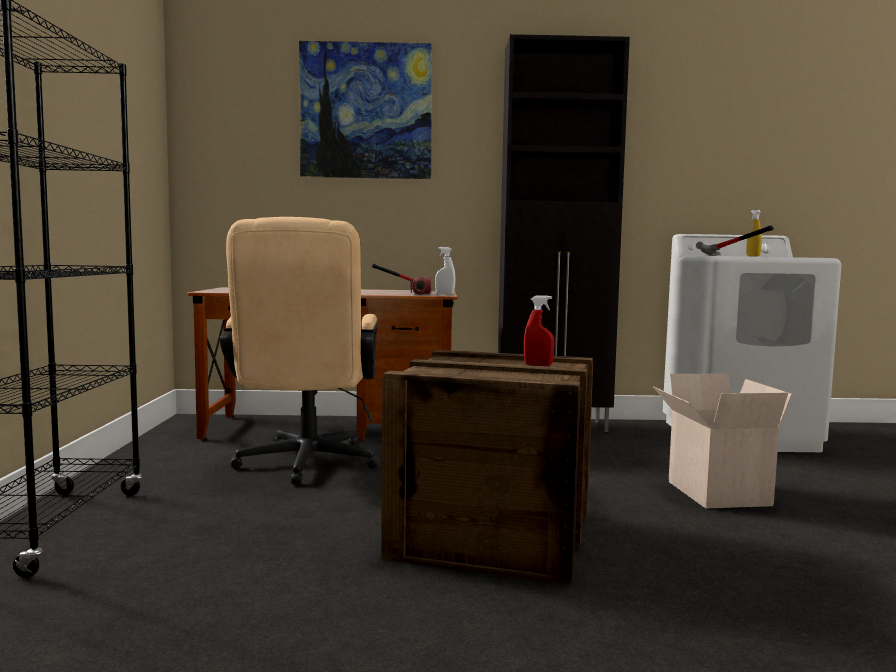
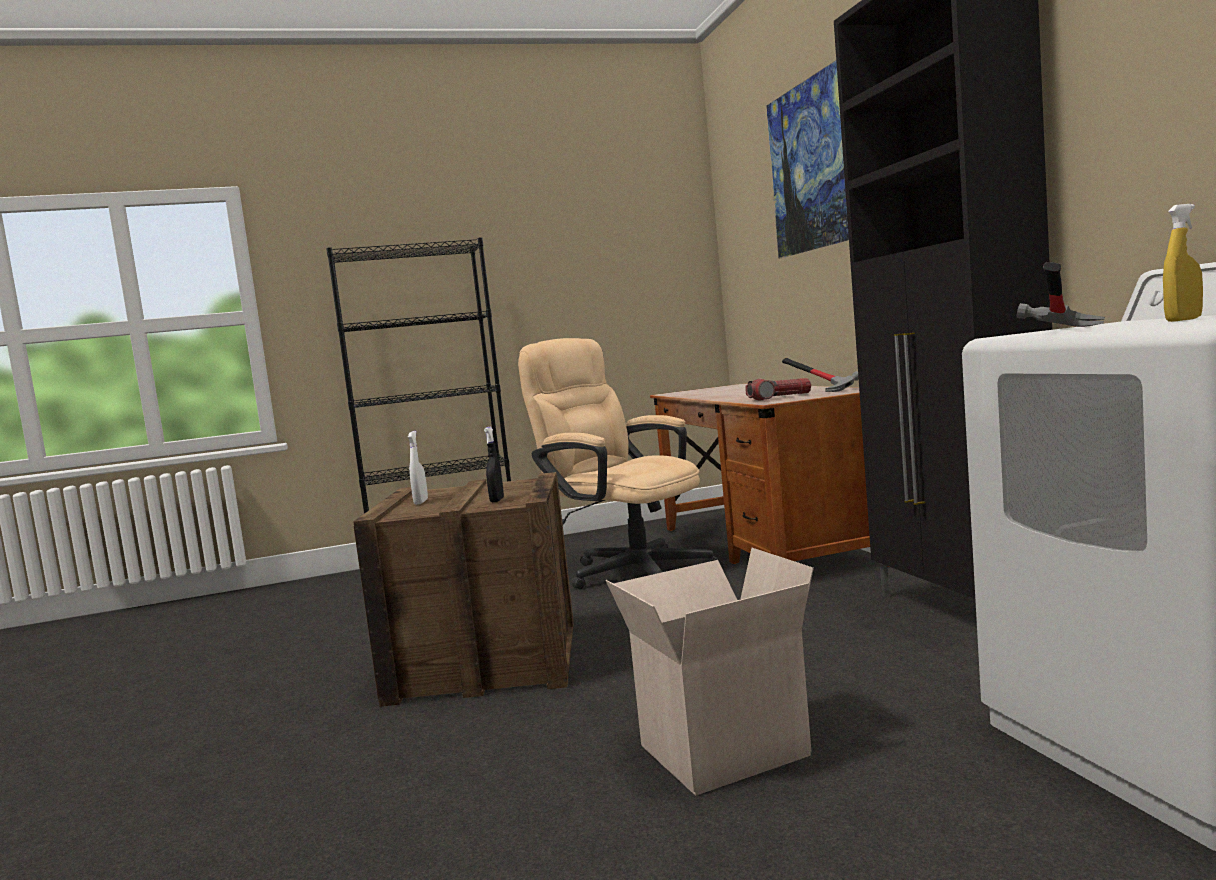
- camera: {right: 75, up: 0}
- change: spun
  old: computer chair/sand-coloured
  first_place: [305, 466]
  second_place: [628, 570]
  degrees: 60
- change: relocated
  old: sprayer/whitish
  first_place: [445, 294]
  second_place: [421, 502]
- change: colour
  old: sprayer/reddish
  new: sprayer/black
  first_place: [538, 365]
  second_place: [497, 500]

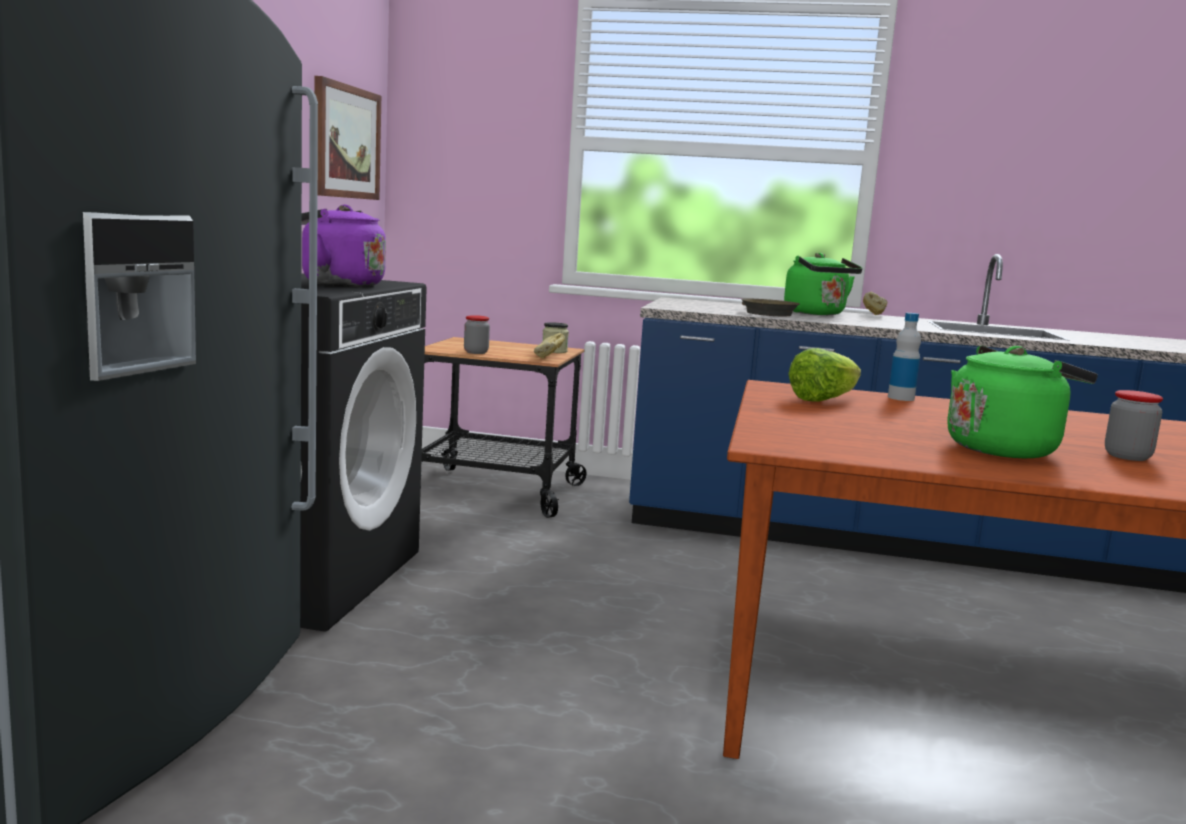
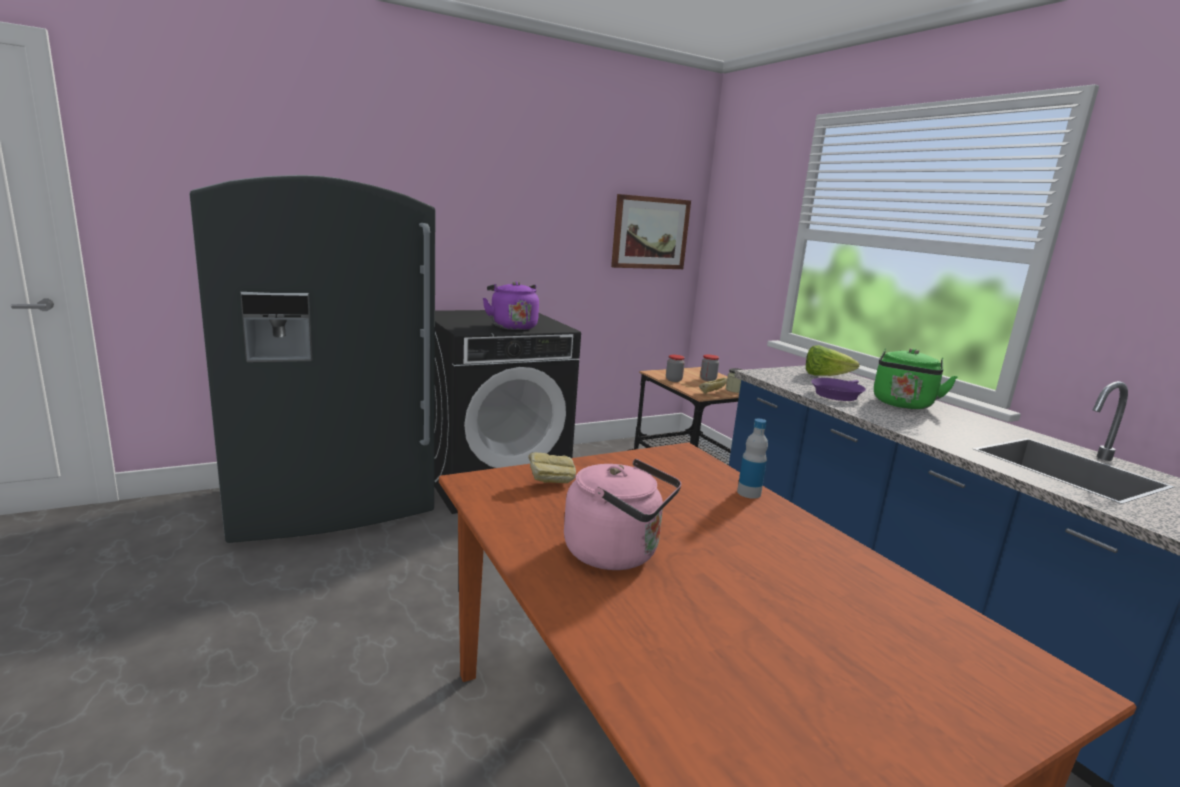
- camera: {right: 50, up: 5}
- change: colour
  old: frying pan/brown
  new: frying pan/purple-coloured
  first_place: [766, 313]
  second_place: [837, 394]
- change: relocated
  old: lettuce
  first_place: [823, 400]
  second_place: [825, 376]
- change: relocated
  old: bakery bread
  first_place: [873, 315]
  second_place: [550, 483]
- change: colour
  old: kettle/green-coloured
  new: kettle/pink-coloured
  first_place: [1005, 449]
  second_place: [617, 553]
- change: relocated
  old: jar
  first_place: [1127, 456]
  second_place: [708, 379]

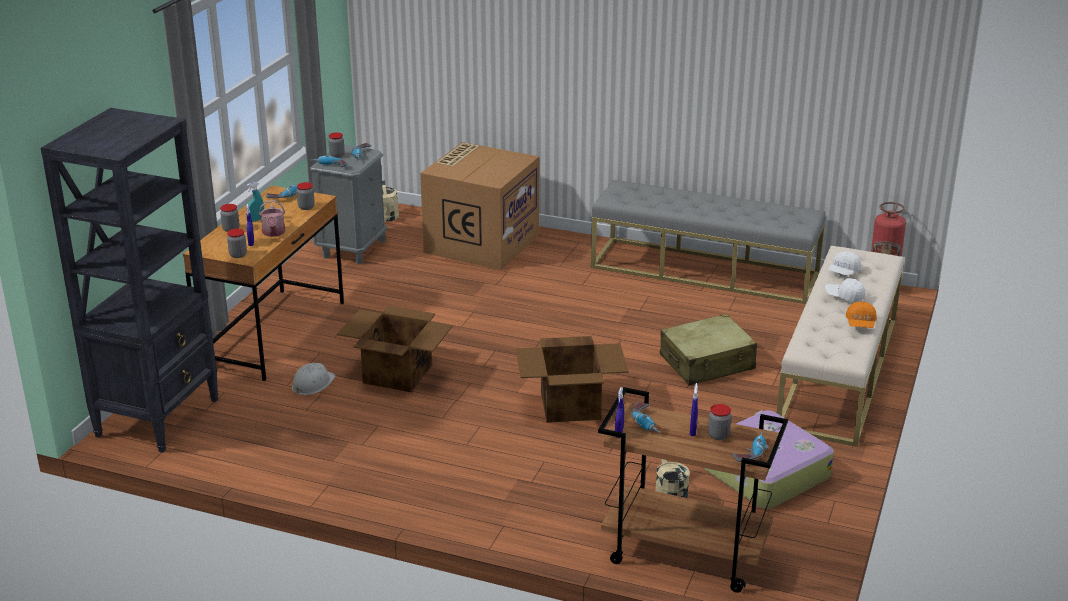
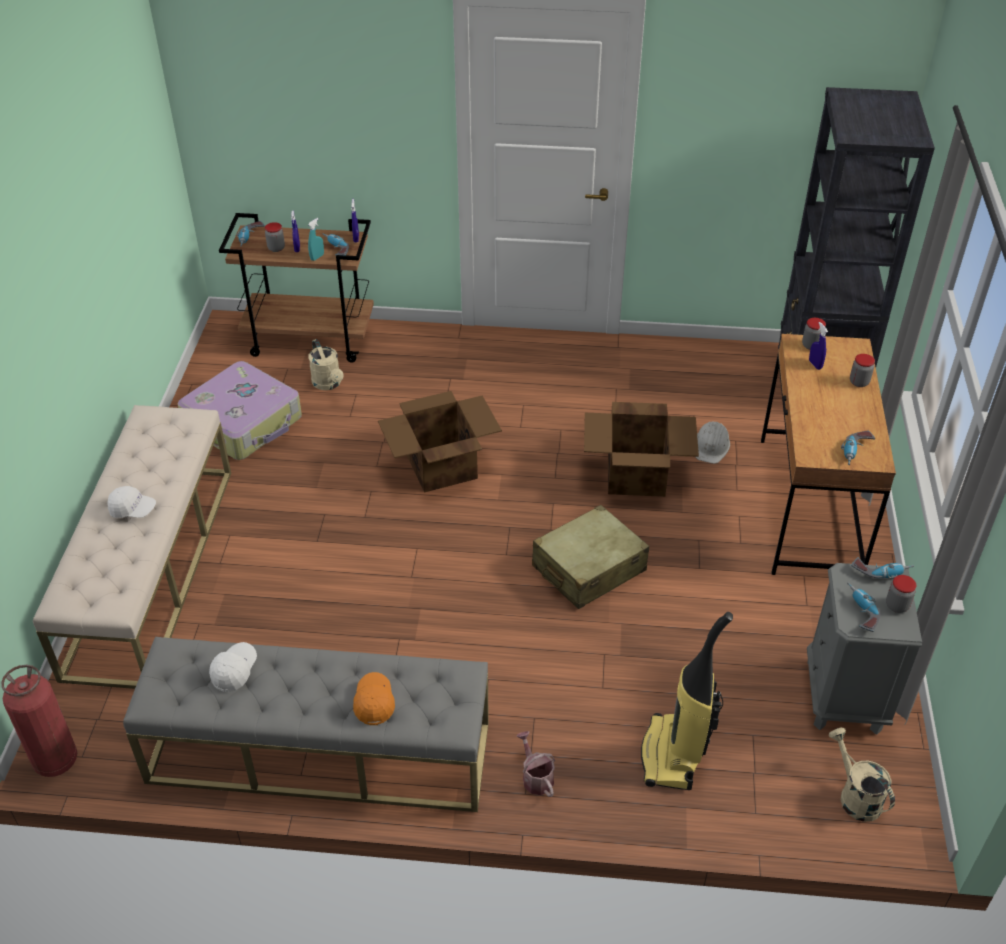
- camera: {right: 165, up: 15}
- change: relocated
  old: sprayer/blue-green
  first_place: [256, 220]
  second_place: [317, 257]
- change: relocated
  old: sprinkling can
  first_place: [273, 233]
  second_place: [536, 777]
- change: missing
  old: jar
  first_place: [306, 207]
- change: exchanged
  old: packing box
  new: vacuum
  first_place: [481, 242]
  second_place: [673, 755]
- change: relocated
  old: travel case/sand-coloured
  first_place: [707, 363]
  second_place: [588, 569]
- change: relocated
  old: peaked cap/whitish
  first_place: [843, 272]
  second_place: [234, 671]
- change: relocated
  old: peaked cap/orange
  first_place: [860, 324]
  second_place: [374, 702]

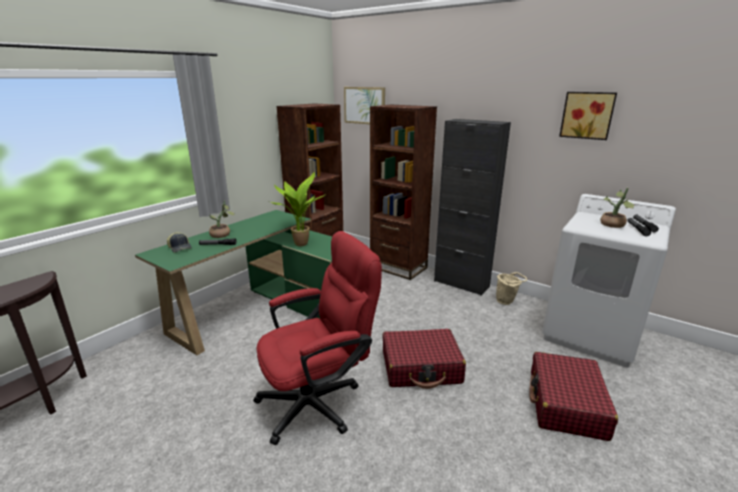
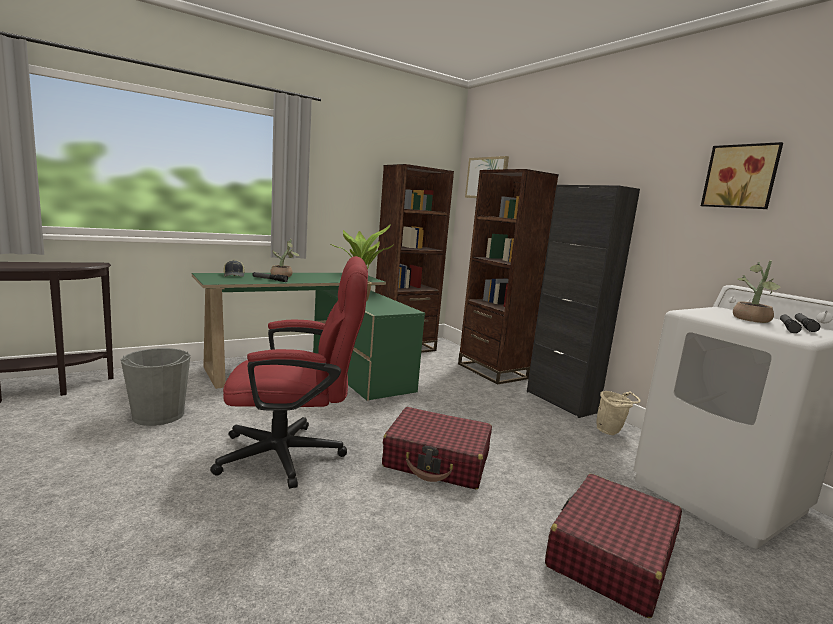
- camera: {right: 20, up: -10}
- change: appeared
  new: water bucket/grey
  second_place: [158, 415]

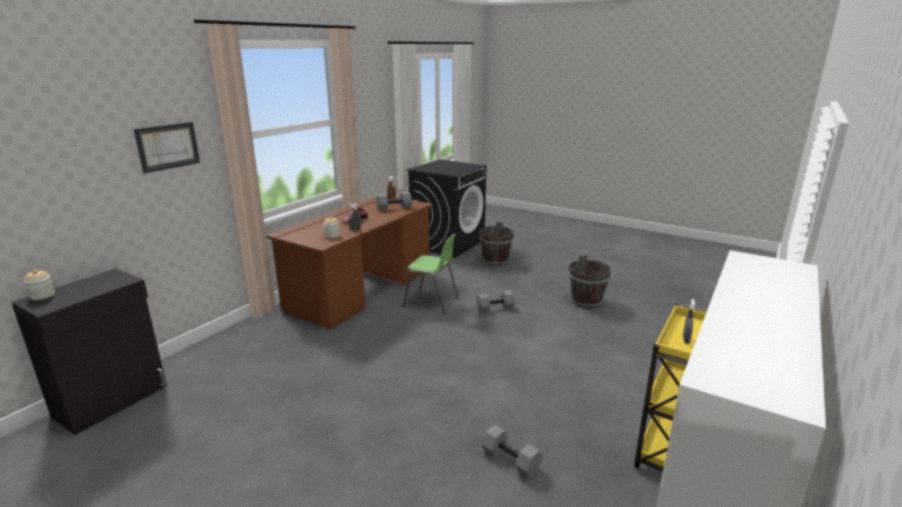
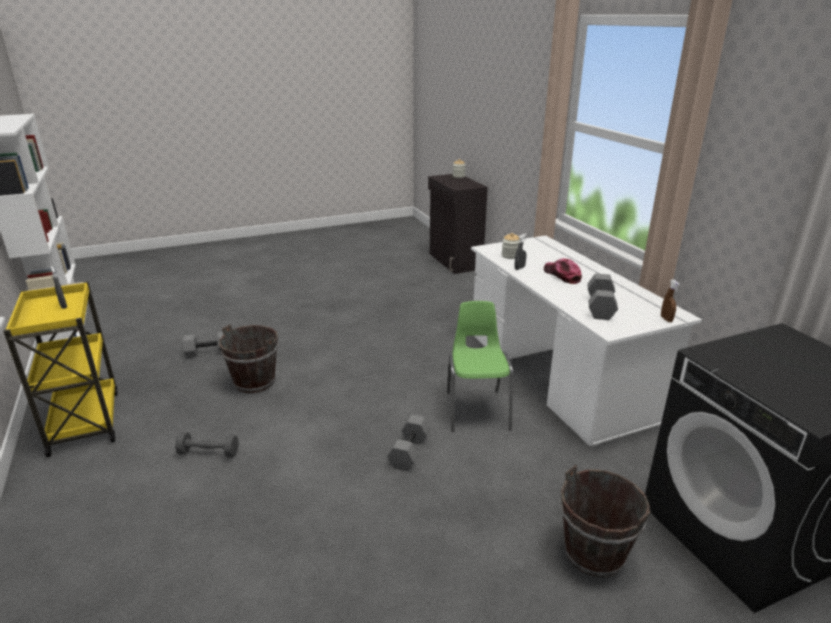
- camera: {right: 125, up: 5}
- change: missing
  old: picture
  first_place: [168, 146]
- change: colour
  old: desk unit/brown
  new: desk unit/whitish
  first_place: [361, 290]
  second_place: [559, 374]
- change: spun
  old: upright chair/green-coloured
  first_place: [432, 302]
  second_place: [477, 410]
  degrees: 120
- change: relocated
  old: water bucket/brown
  first_place: [586, 301]
  second_place: [255, 382]
- change: appeared
  new: dumbbell/grey
  second_place: [209, 453]

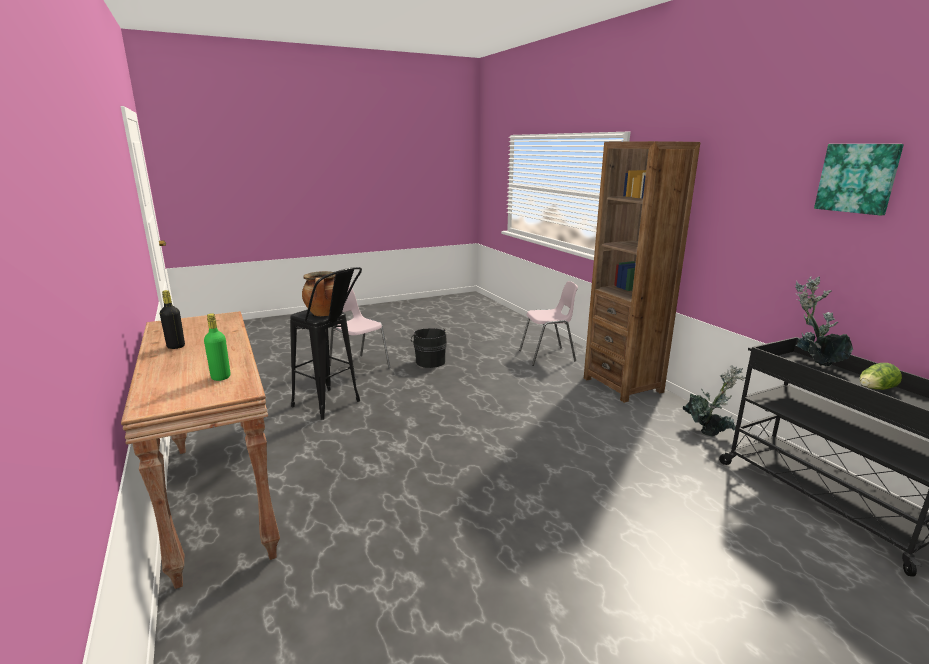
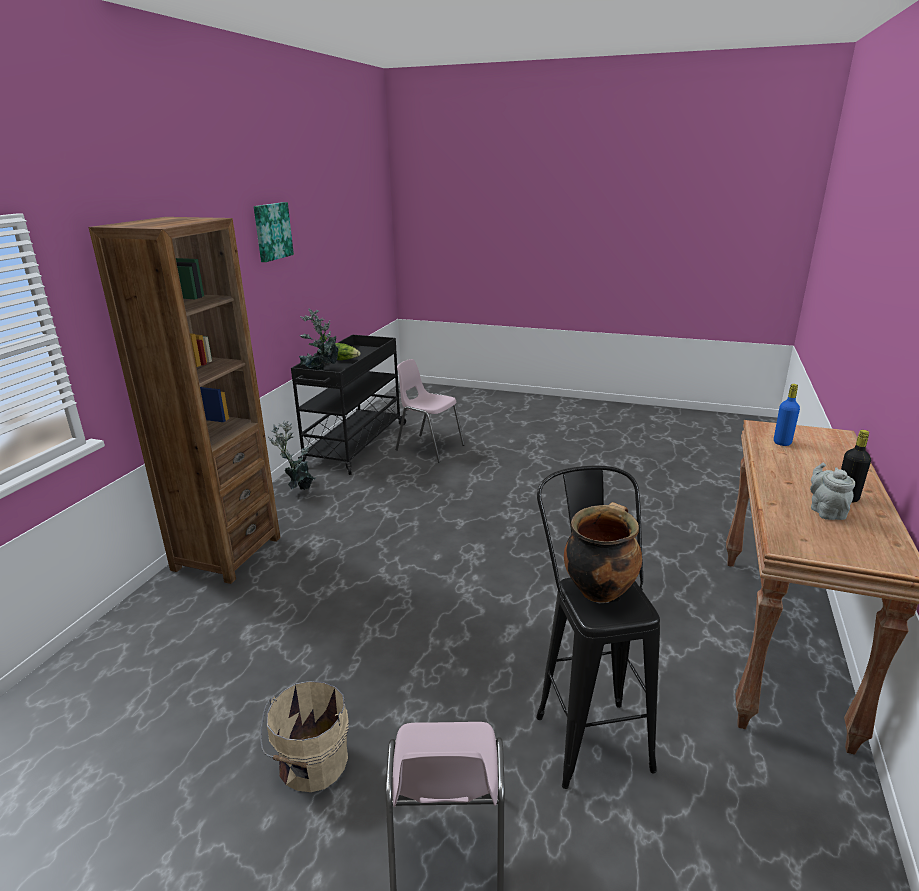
- camera: {right: -135, up: 5}
- change: colour
  old: drink bottle/green-coloured
  new: drink bottle/bluish
  first_place: [221, 377]
  second_place: [782, 442]
- change: colour
  old: water bucket/black
  new: water bucket/sand-coloured
  first_place: [430, 361]
  second_place: [311, 764]
- change: relocated
  old: upright chair/pink-coloured
  first_place: [548, 356]
  second_place: [429, 447]
- change: appeared
  new: teapot/grey
  second_place: [825, 511]

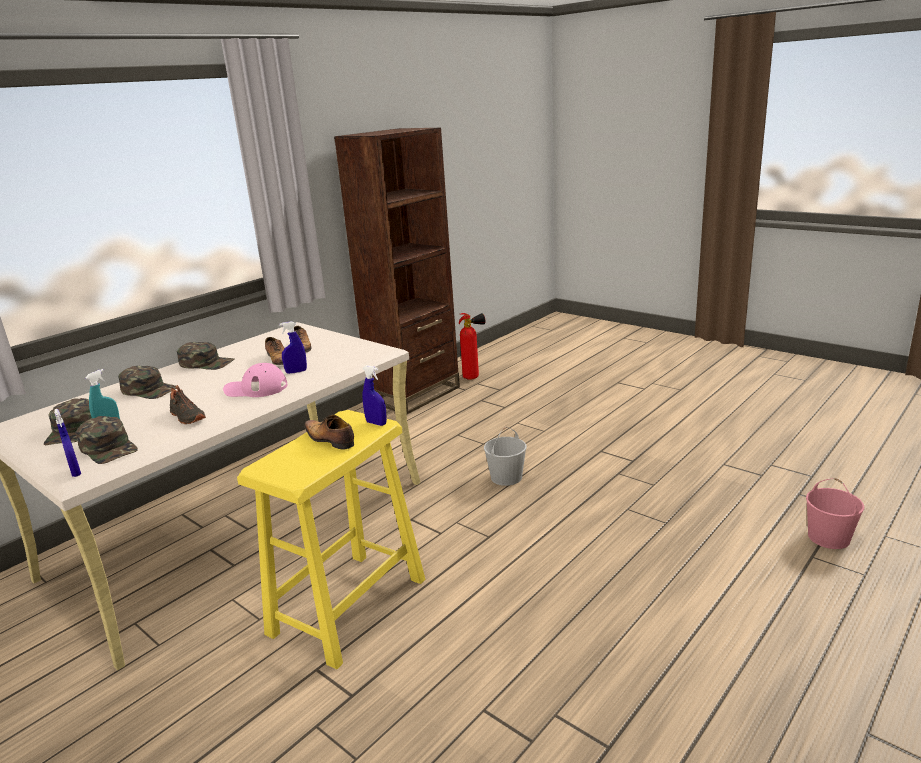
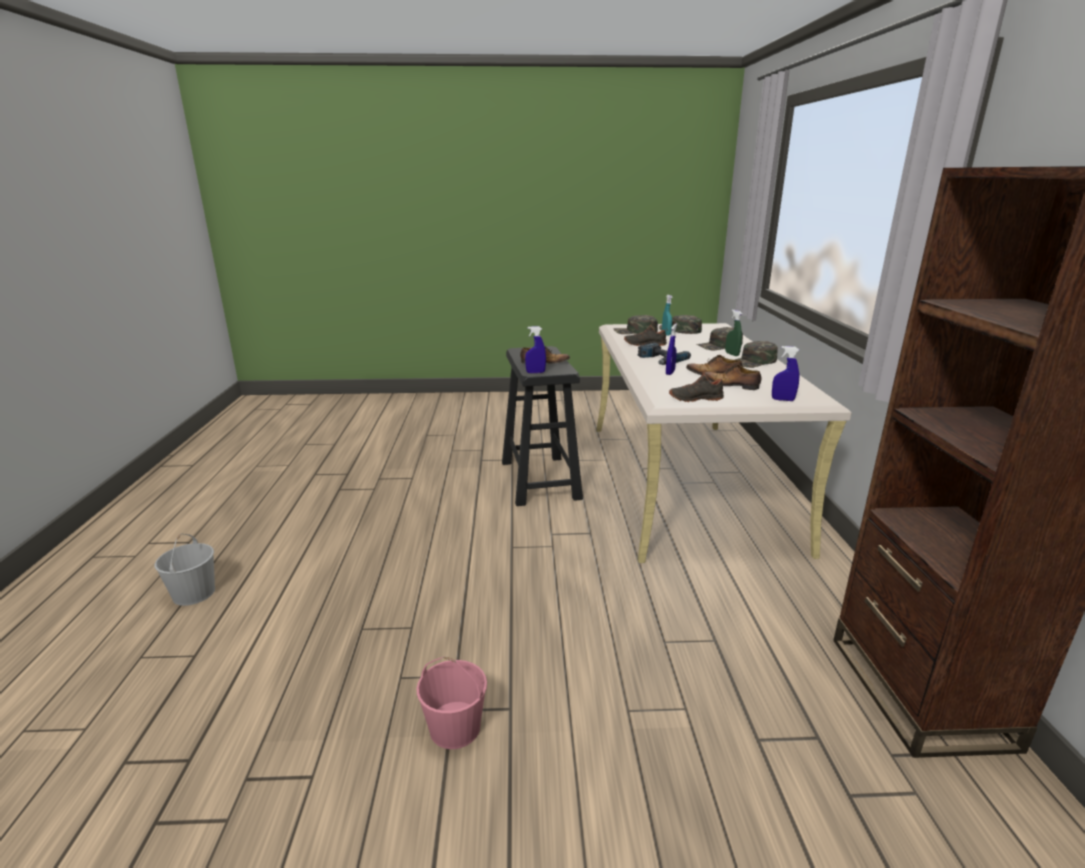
- camera: {right: 135, up: 0}
- change: relocated
  old: sprayer/bluish
  first_place: [76, 472]
  second_place: [782, 400]
- change: exchanged
  old: peaked cap/pink-coloured
  new: power drill
  first_place: [256, 388]
  second_place: [659, 360]
- change: colour
  old: sitting stool/yellow-coloured
  new: sitting stool/black
  first_place: [347, 606]
  second_place: [540, 479]
- change: missing
  old: fire extinguisher
  first_place: [474, 377]
- change: relocated
  old: water bucket/whitish
  first_place: [506, 477]
  second_place: [194, 593]
- change: relocated
  old: water bucket/pink-coloured
  first_place: [829, 537]
  second_place: [454, 727]
- change: appeared
  new: low shoe/black
  second_place: [695, 398]
- change: appeared
  new: sprayer/green-coloured
  second_place: [732, 354]

